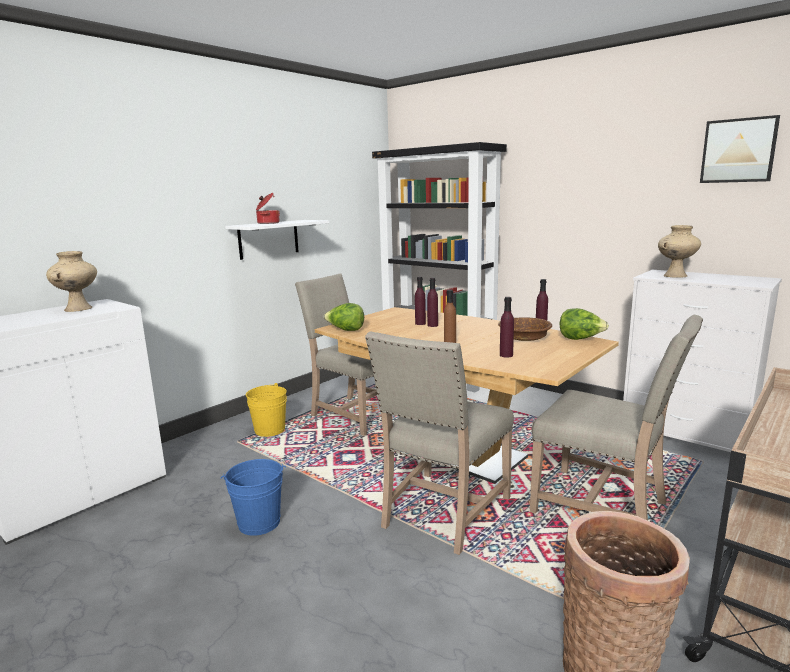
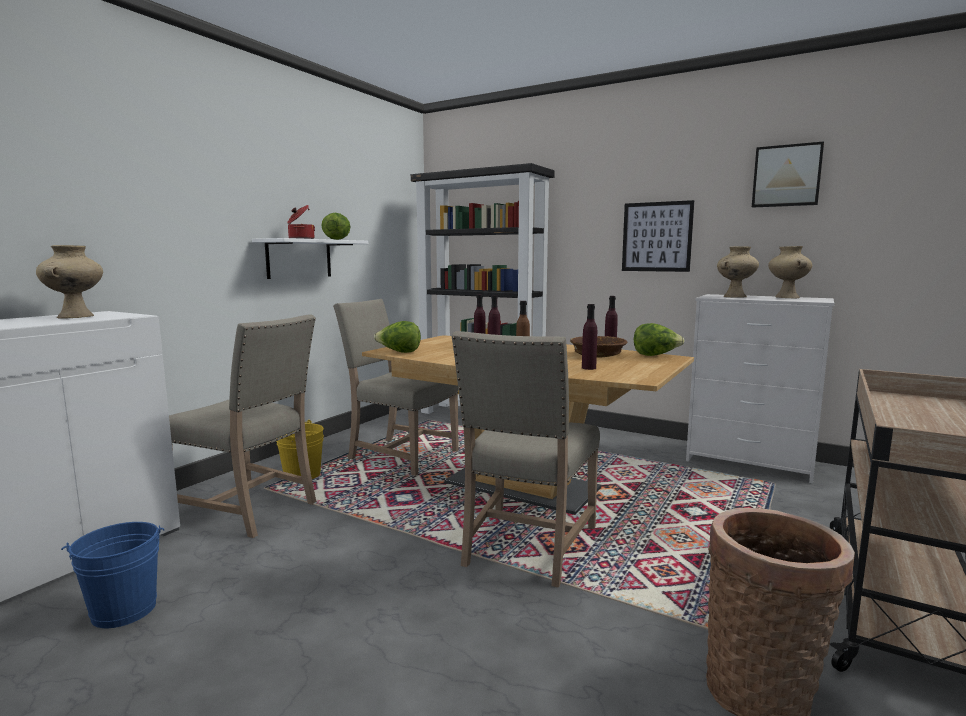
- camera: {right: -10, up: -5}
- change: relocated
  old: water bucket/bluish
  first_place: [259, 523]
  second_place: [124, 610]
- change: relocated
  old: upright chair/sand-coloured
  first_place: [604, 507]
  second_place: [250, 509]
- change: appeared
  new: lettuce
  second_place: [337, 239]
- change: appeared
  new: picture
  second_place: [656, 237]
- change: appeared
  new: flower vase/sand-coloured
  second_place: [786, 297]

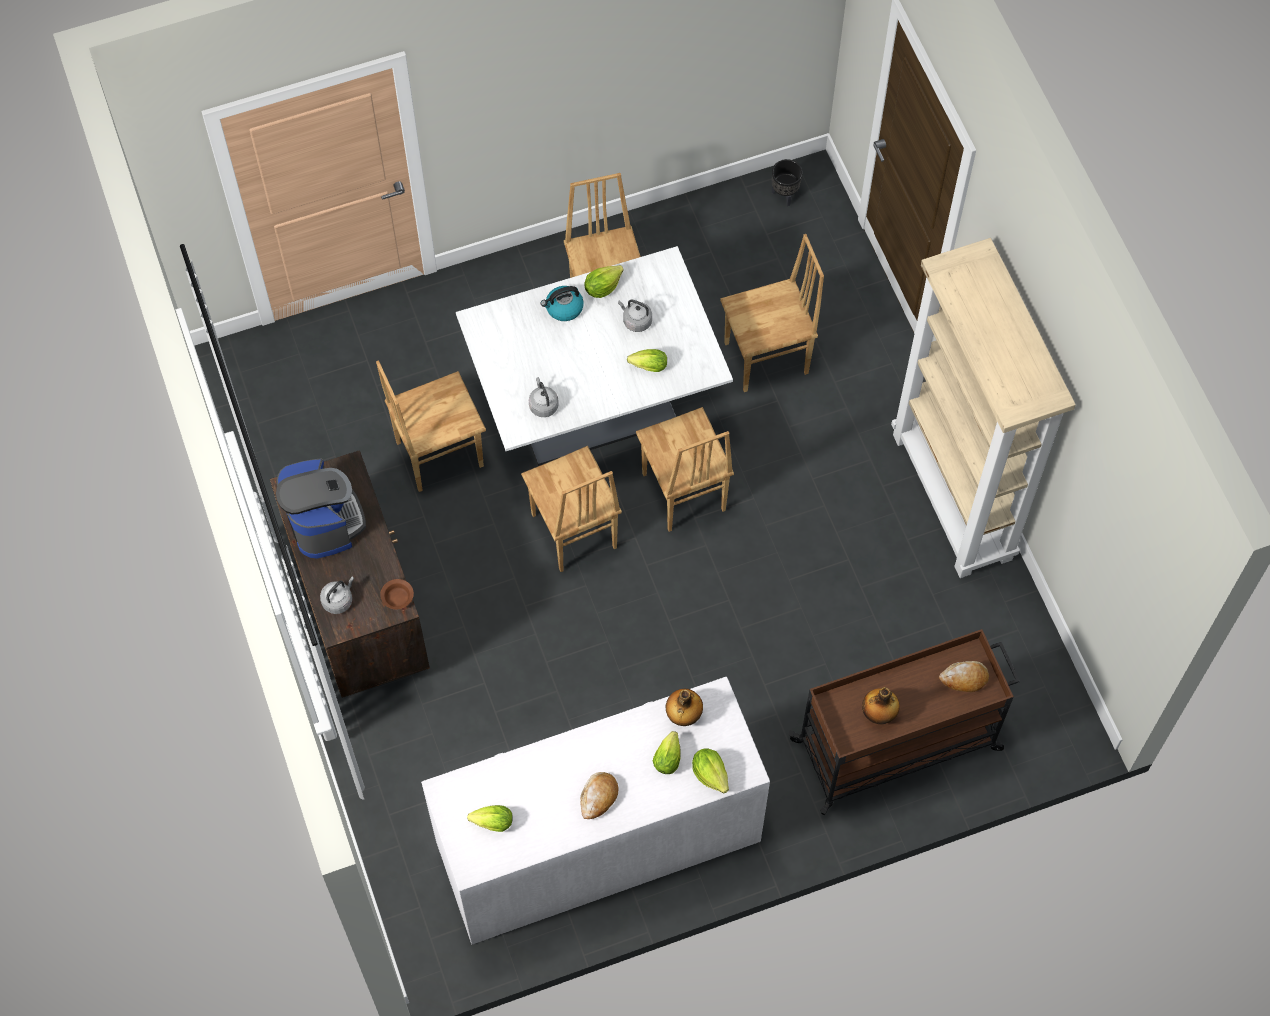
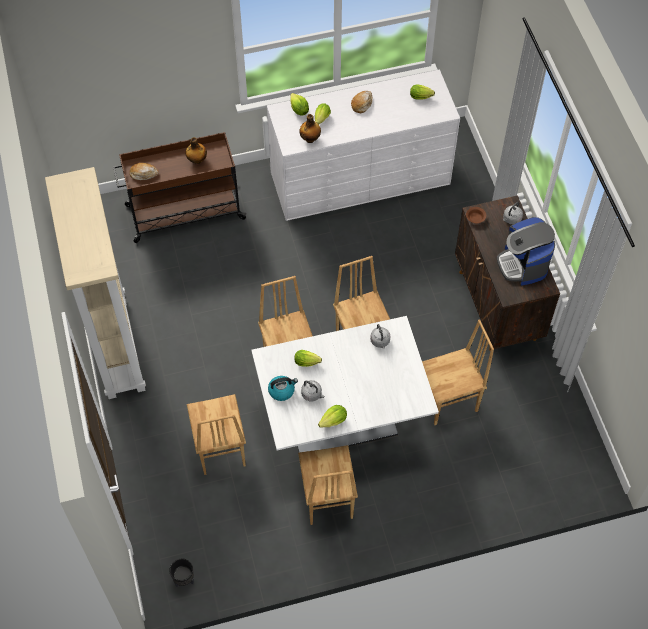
- camera: {right: -175, up: -5}
- change: relocated
  old: kettle
  first_place: [563, 308]
  second_place: [282, 390]
- change: spun
  old: upright chair/brown
  first_place: [767, 359]
  second_place: [219, 450]
  degrees: -90

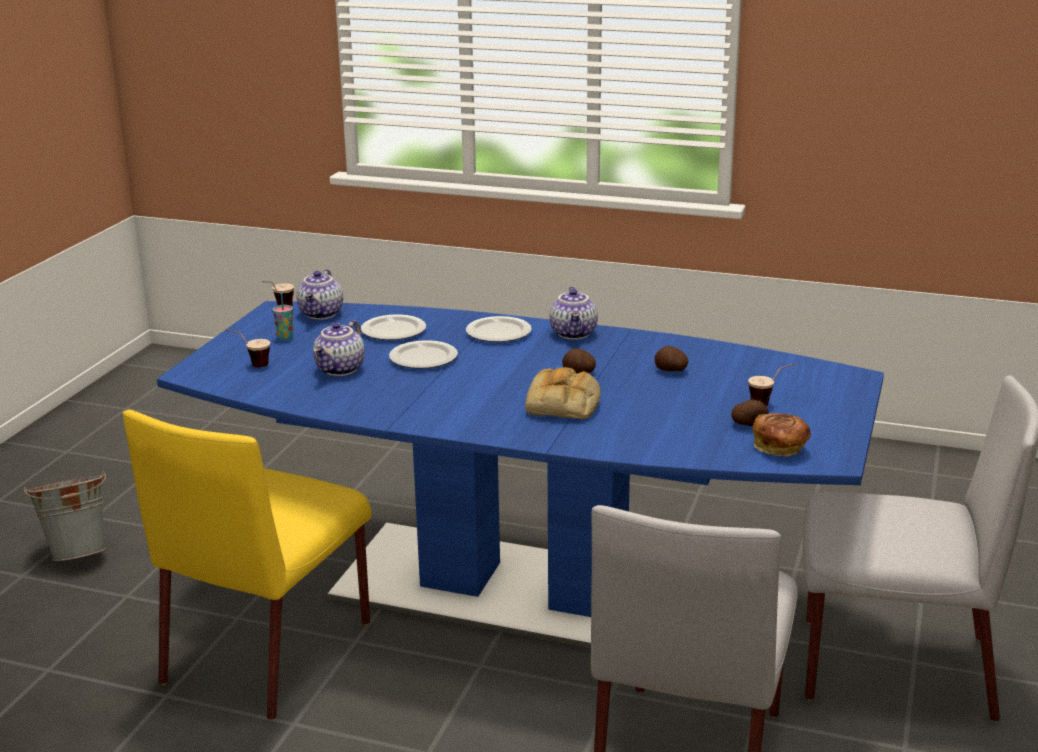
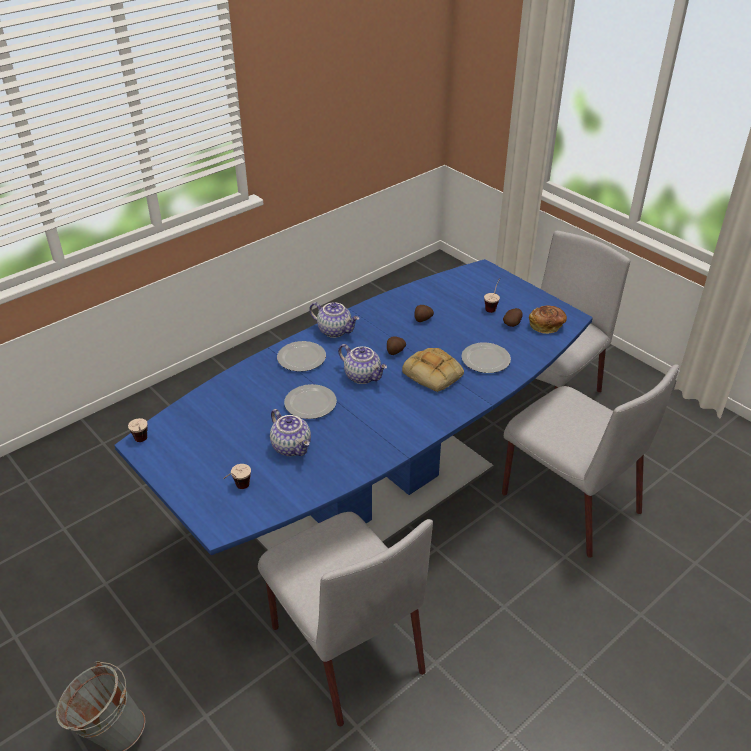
- camera: {right: -60, up: 15}
- change: colour
  old: upright chair/yellow-coloured
  new: upright chair/grey
  first_place: [270, 649]
  second_place: [345, 647]
- change: missing
  old: small cup
  first_place: [285, 338]
- change: relocated
  old: teapot
  first_place: [322, 314]
  second_place: [363, 376]
- change: relocated
  old: plate
  first_place: [393, 330]
  second_place: [484, 359]

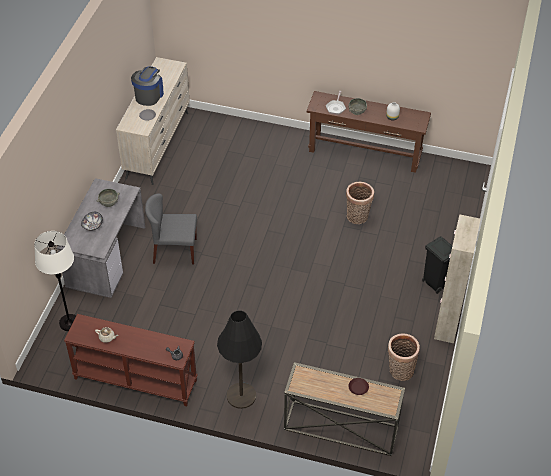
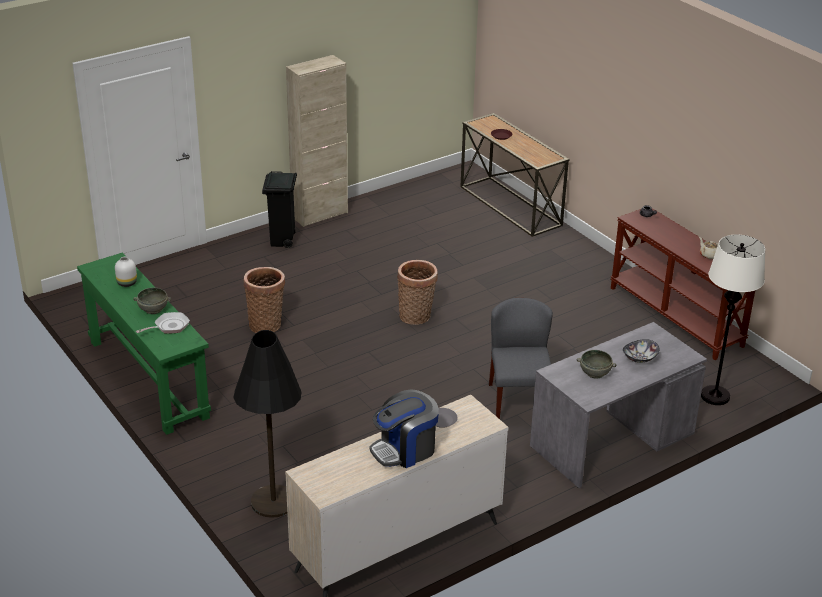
- camera: {right: -140, up: -15}
- change: spun
  old: upright chair/grey
  first_place: [174, 250]
  second_place: [518, 402]
  degrees: -135
- change: relocated
  old: standard lamp/black
  first_place: [241, 395]
  second_place: [273, 502]
- change: colour
  old: console table/brown
  new: console table/green-coloured
  first_place: [365, 152]
  second_place: [148, 379]
- change: relocated
  old: basket
  first_place: [400, 371]
  second_place: [416, 317]

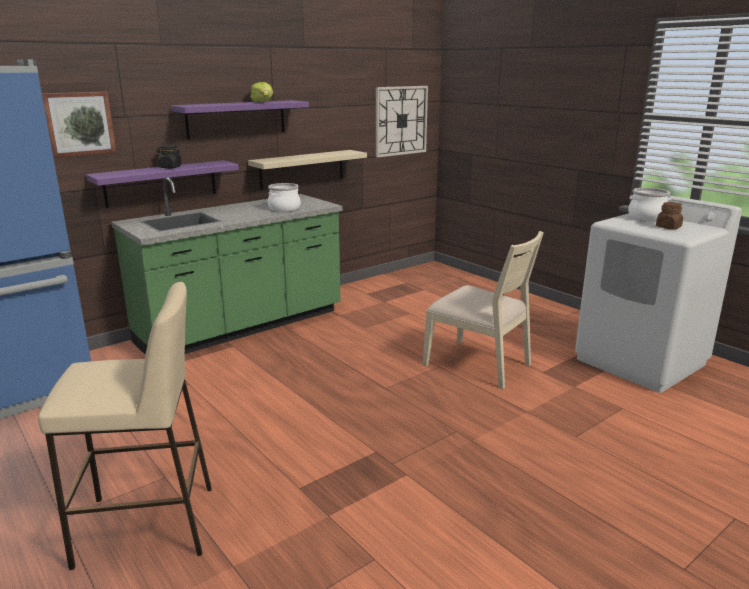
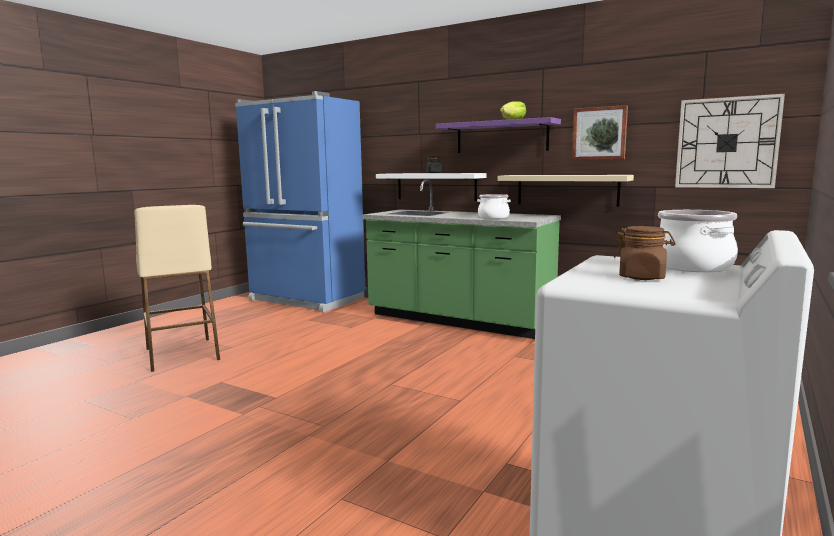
- camera: {right: 70, up: -10}
- change: relocated
  old: picture
  first_place: [79, 123]
  second_place: [599, 133]
- change: colour
  old: shelf/purple-coloured
  new: shelf/whitish
  first_place: [161, 183]
  second_place: [436, 186]
- change: missing
  old: upright chair/sand-coloured
  first_place: [478, 364]

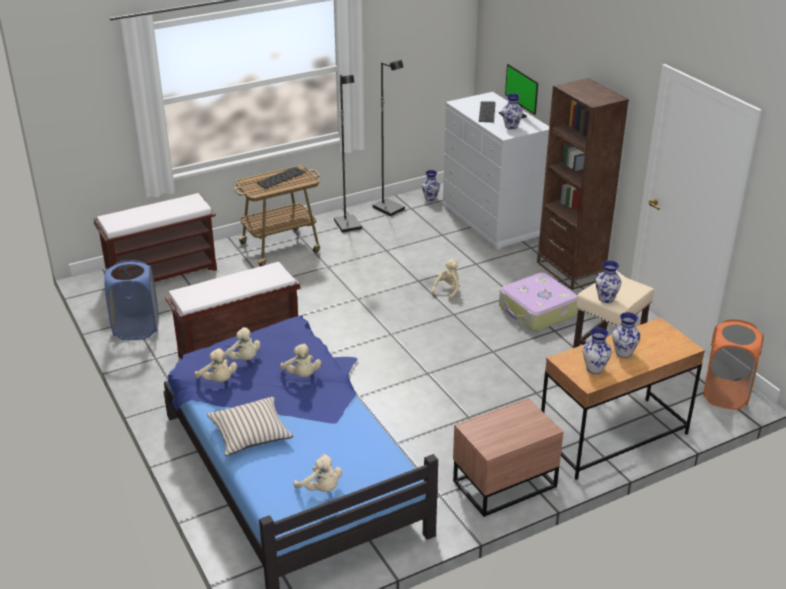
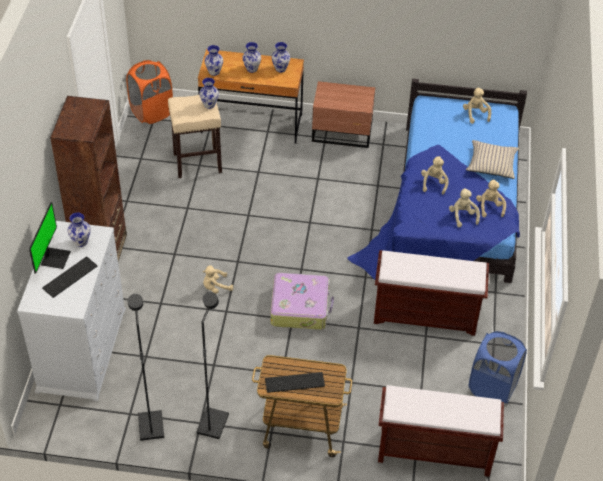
- camera: {right: -145, up: 15}
- change: relocated
  old: flower vase
  first_place: [431, 198]
  second_place: [214, 72]
- change: relocated
  old: travel case
  first_place: [537, 311]
  second_place: [300, 307]

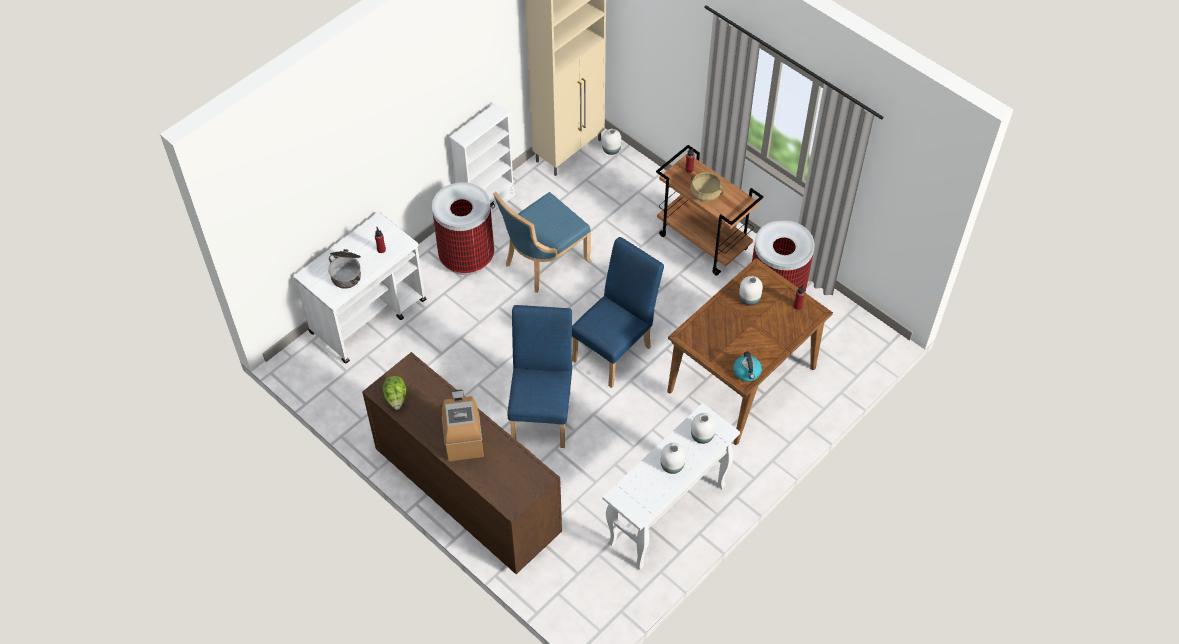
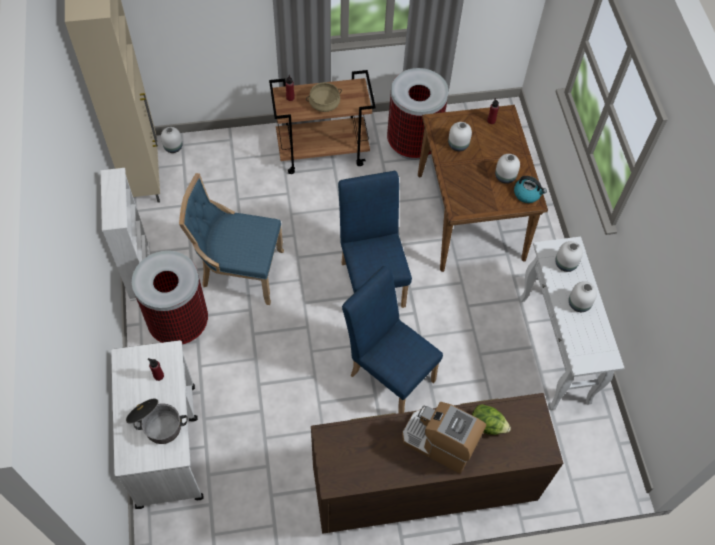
- camera: {right: -55, up: 5}
- change: relocated
  old: lettuce
  first_place: [396, 398]
  second_place: [487, 425]
- change: spun
  old: upright chair/bluish
  first_place: [543, 262]
  second_place: [239, 270]
  degrees: 105
- change: appeared
  new: flower vase/whitish
  second_place: [505, 176]

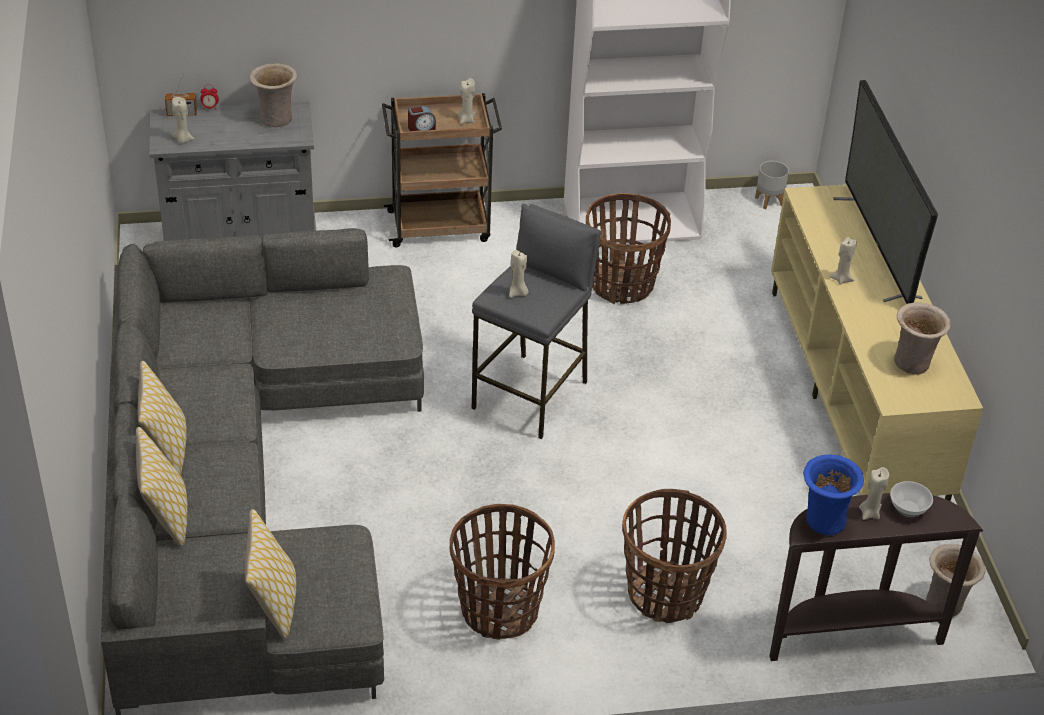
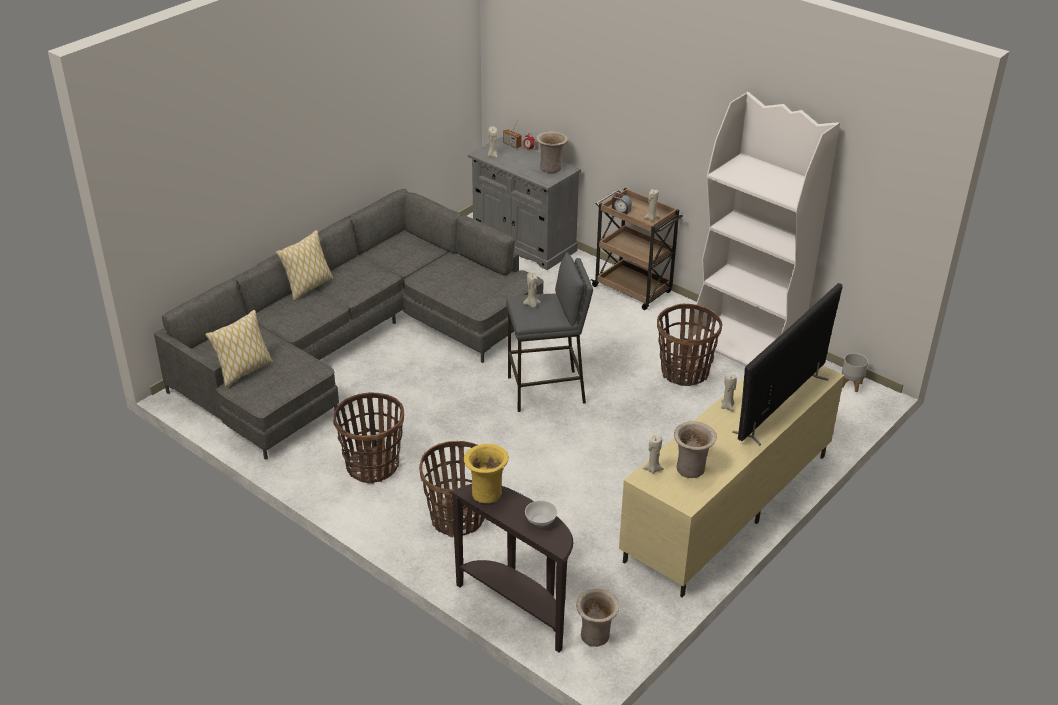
- camera: {right: 50, up: -5}
- change: missing
  old: throw pillow
  first_place: [166, 517]
- change: colour
  old: flower vase/bluish
  new: flower vase/yellow-coloured
  first_place: [823, 521]
  second_place: [486, 493]
- change: relocated
  old: wax light/sand-coloured
  first_place: [869, 513]
  second_place: [652, 469]

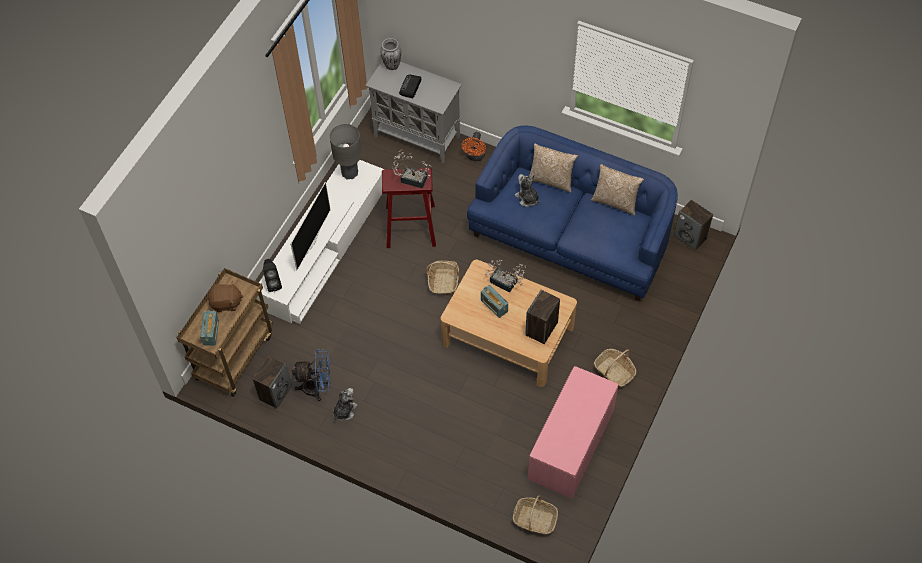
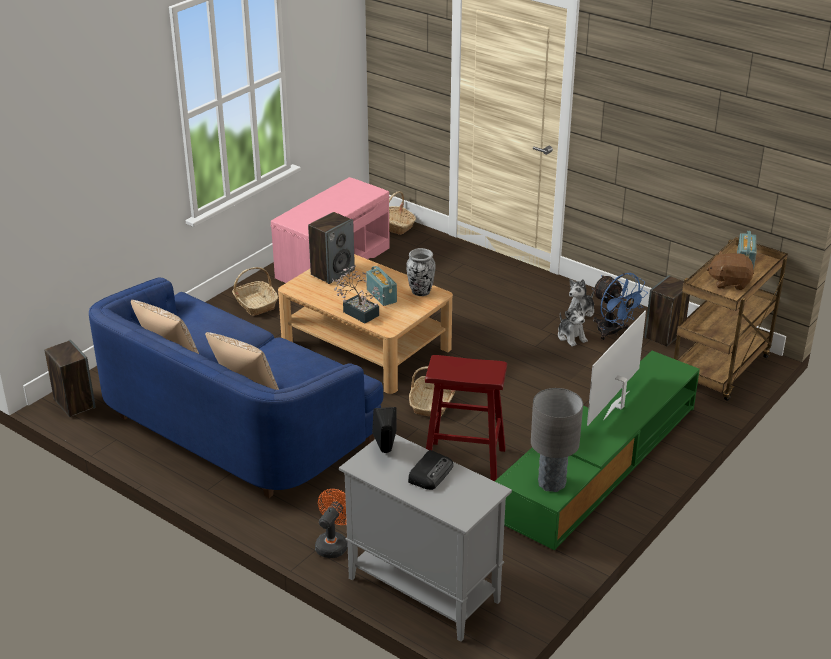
- camera: {right: -170, up: -25}
- change: colour
  old: tv stand/whitish
  new: tv stand/green-coloured
  first_place: [324, 247]
  second_place: [598, 462]
- change: relocated
  old: audio speaker/black
  first_place: [273, 283]
  second_place: [385, 452]
- change: spun
  old: fan/bluish
  first_place: [317, 388]
  second_place: [612, 332]
  degrees: -135
- change: relocated
  old: flower vase
  first_place: [392, 65]
  second_place: [420, 292]
- change: missing
  old: houseplant
  first_place: [411, 178]
- change: relocated
  old: plush toy
  first_place: [527, 198]
  second_place: [571, 337]

